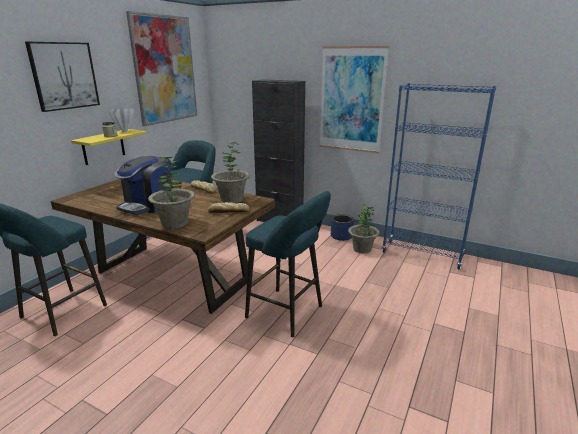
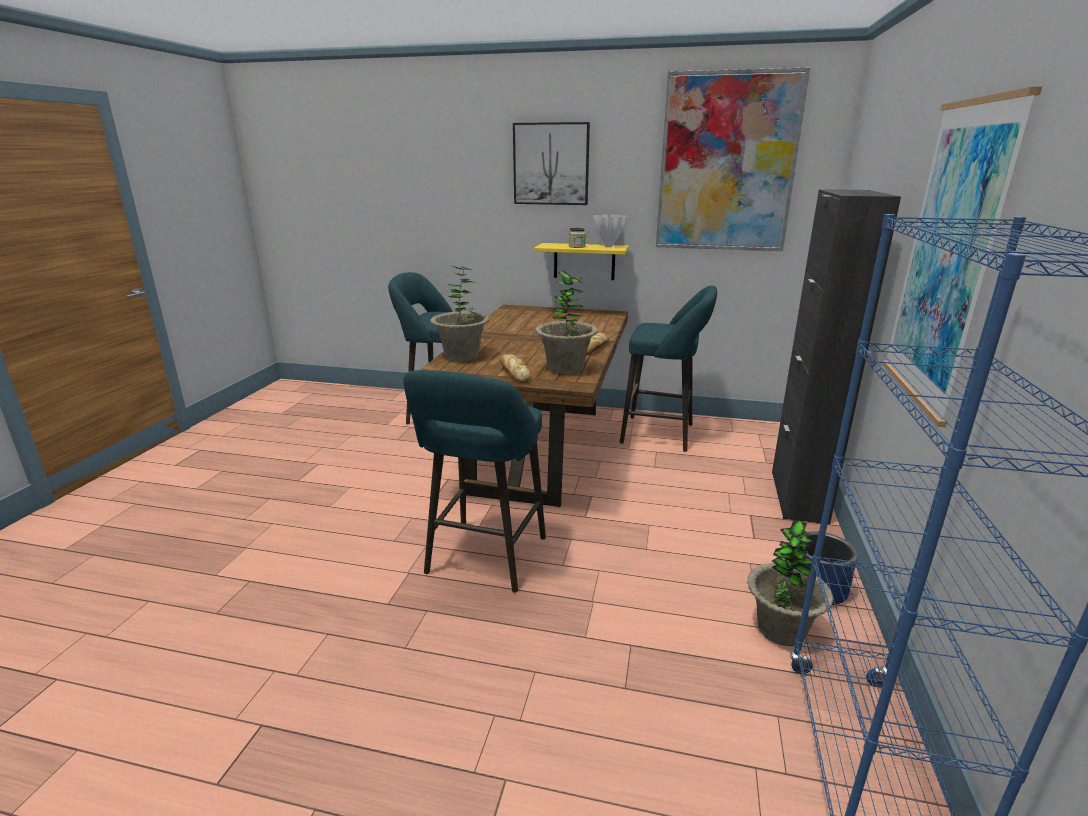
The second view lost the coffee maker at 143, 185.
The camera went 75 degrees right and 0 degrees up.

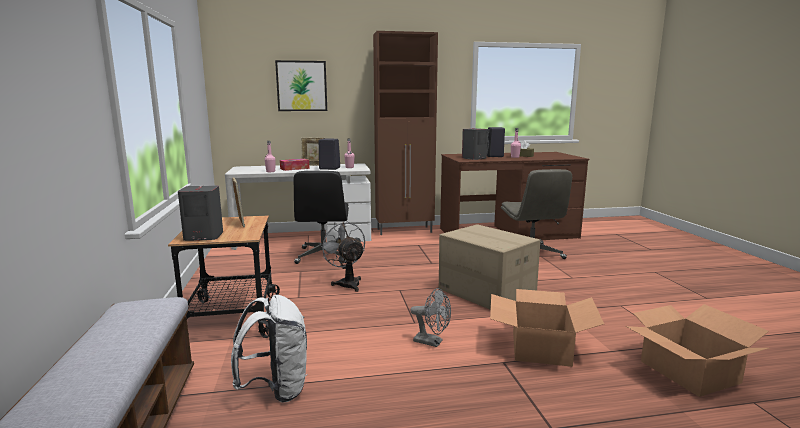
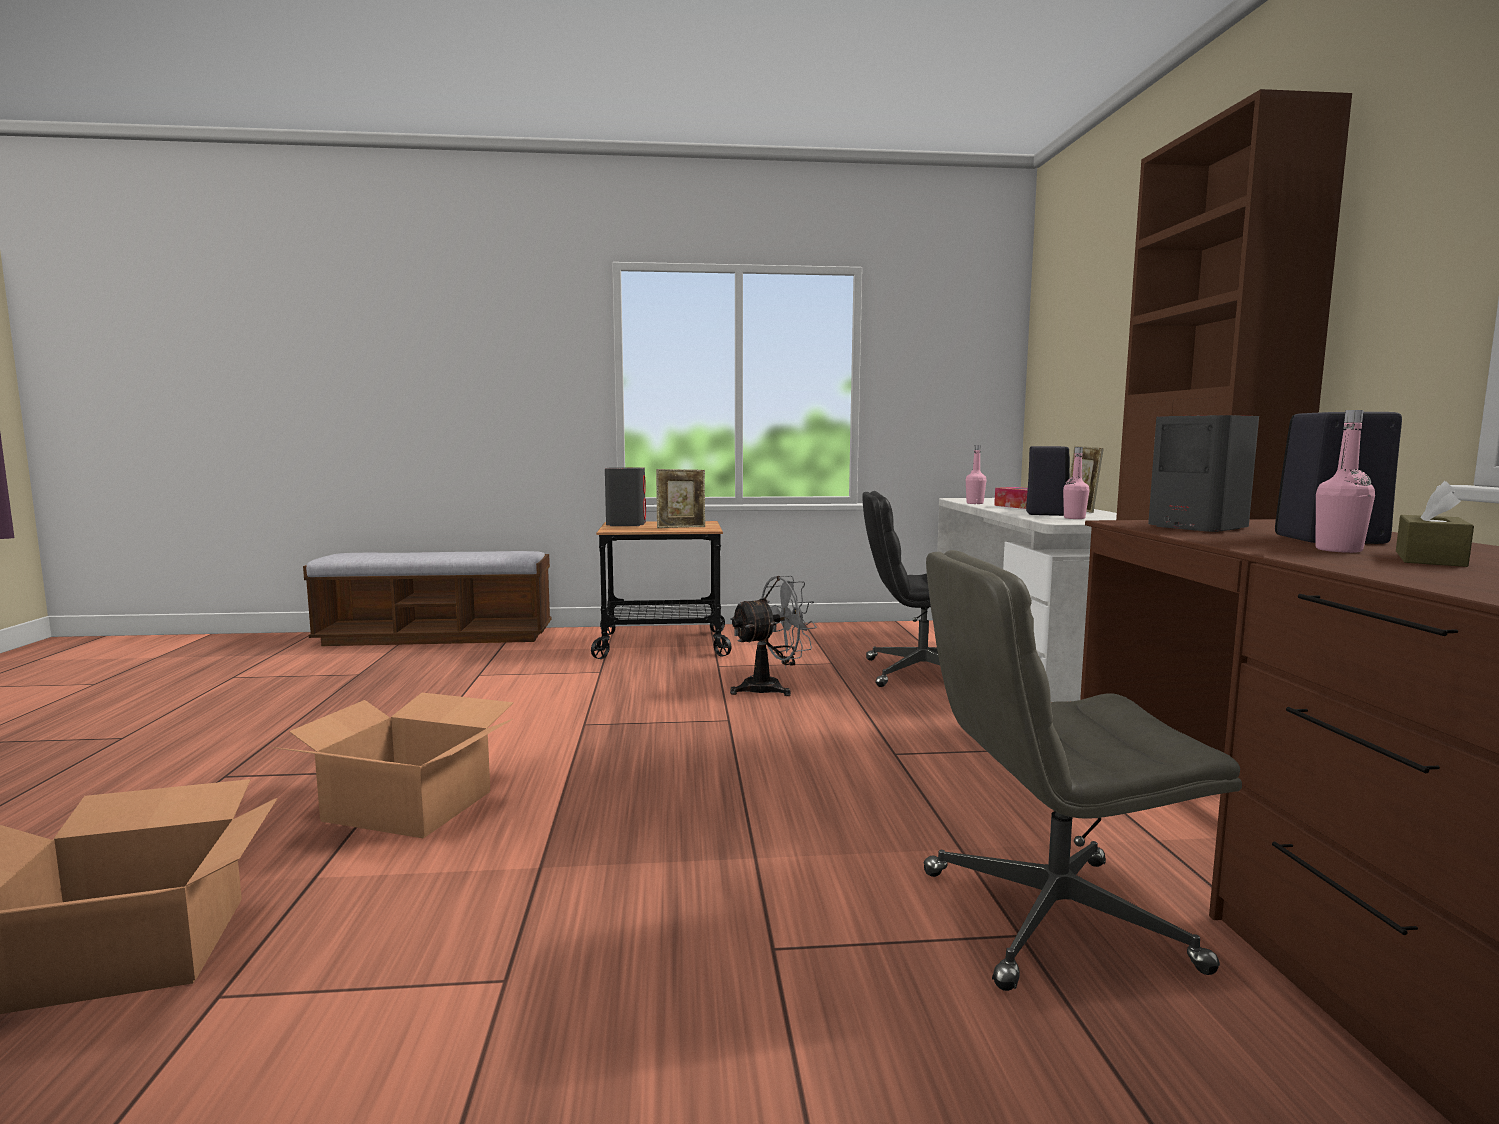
The second view lost the white backpack at 269, 349.
The second view lost the wall art at 301, 85.
The second view lost the gray electric fan at 430, 317.
The second view lost the packing box at 489, 267.
The camera went 95 degrees right and 5 degrees down.

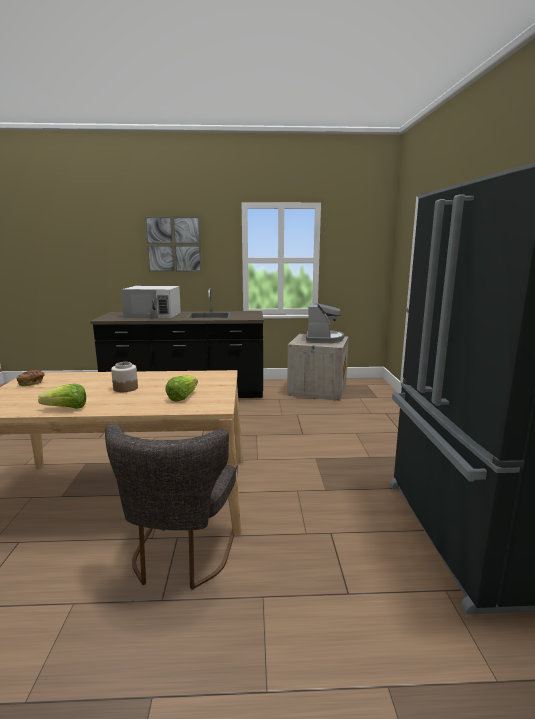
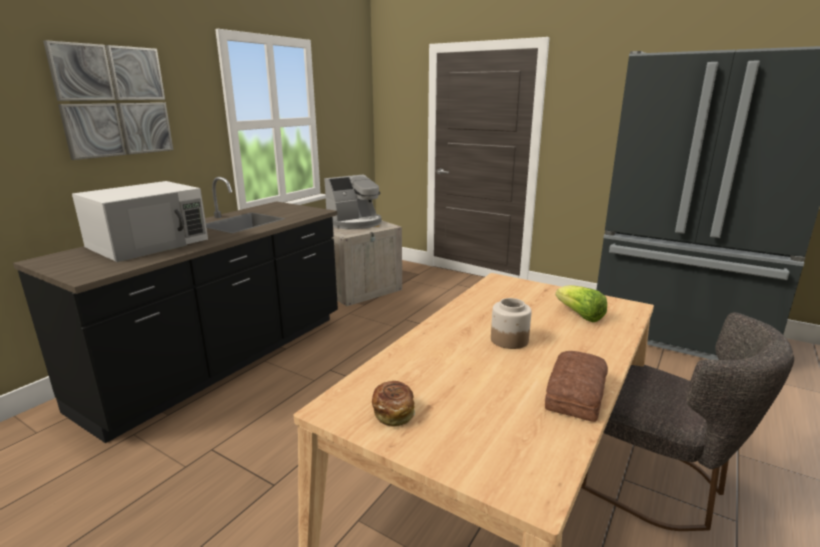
Where the head of lettuce stood at 62, 396, the bread came to stand at 576, 386.
The coffee maker at 325, 322 ended up facing another way, 105 degrees clockwise from before.
The camera went 55 degrees left and 5 degrees up.

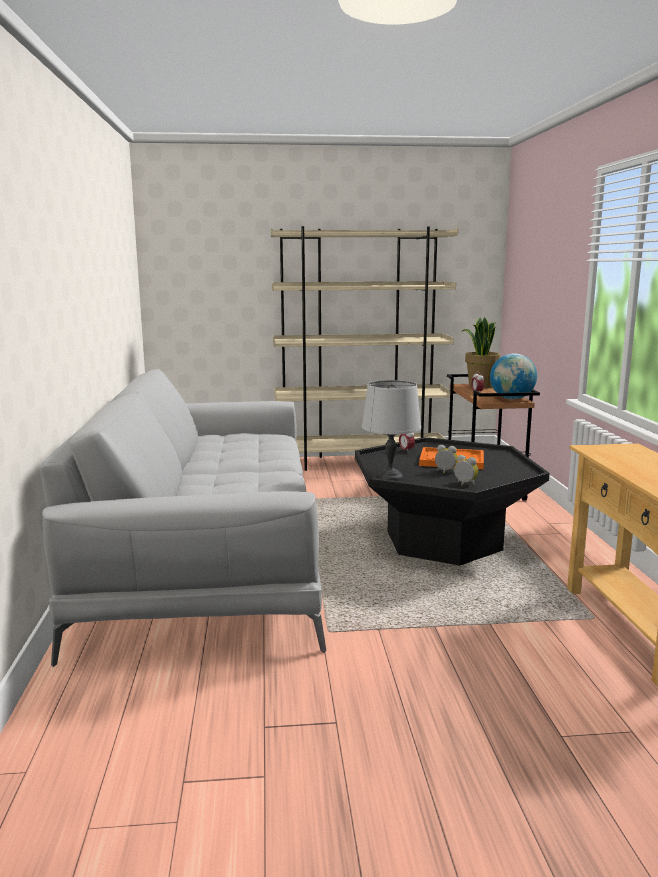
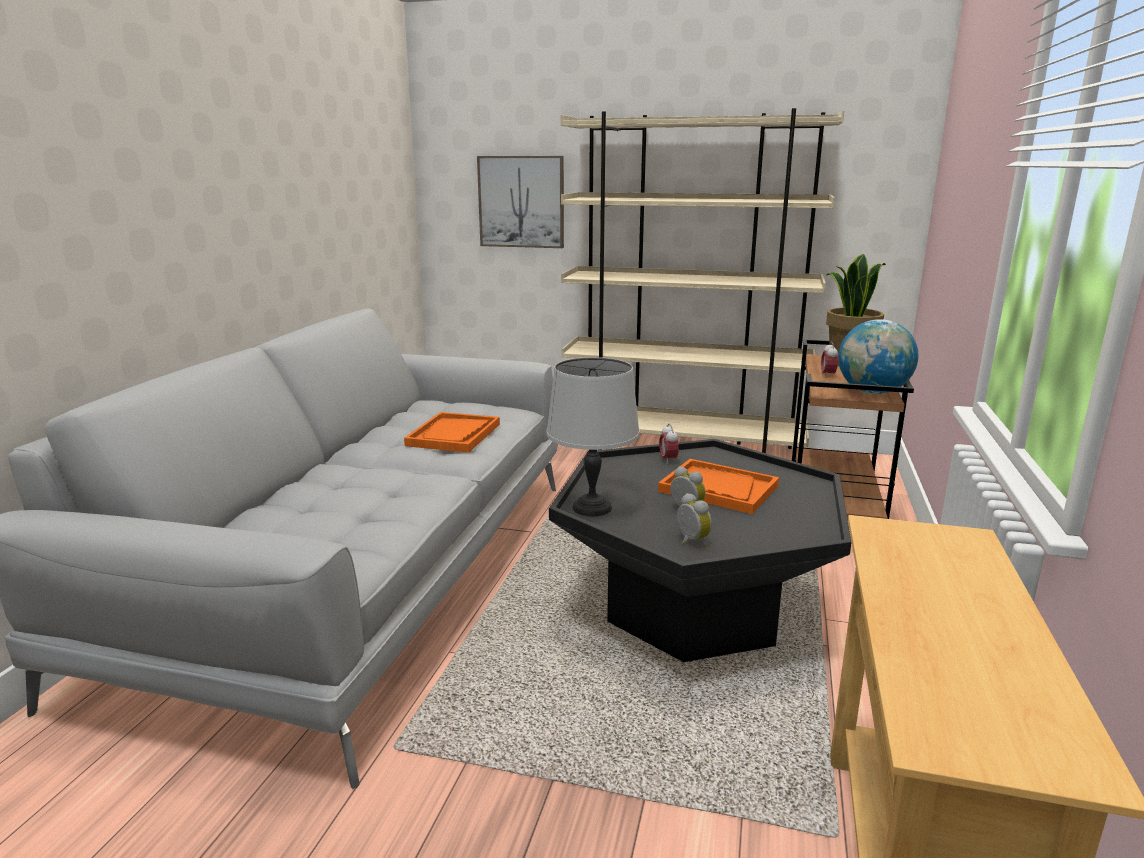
The second view gained the orange serving tray at 452, 432.
The second view gained the wall art at 520, 202.
The camera went 20 degrees right and 5 degrees up.

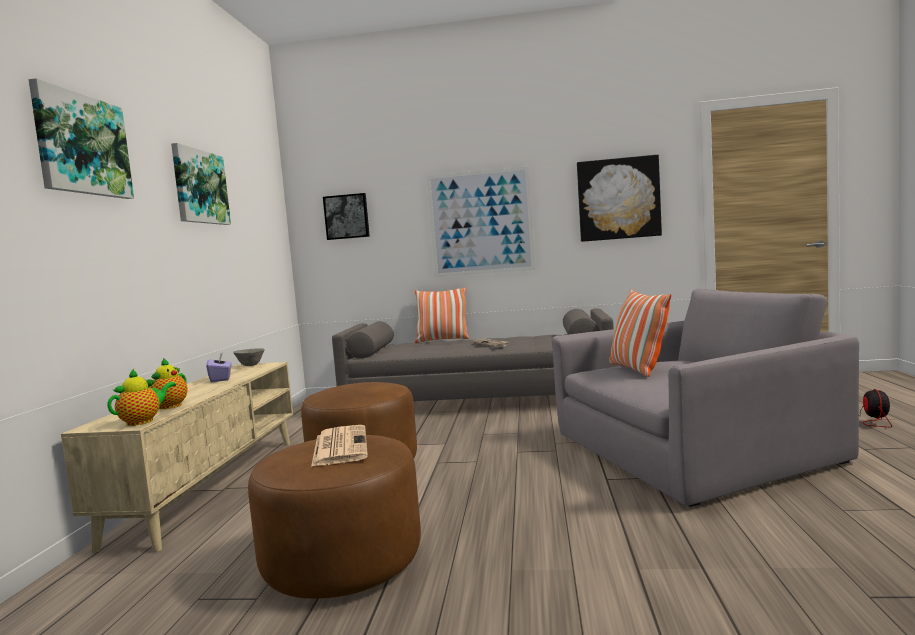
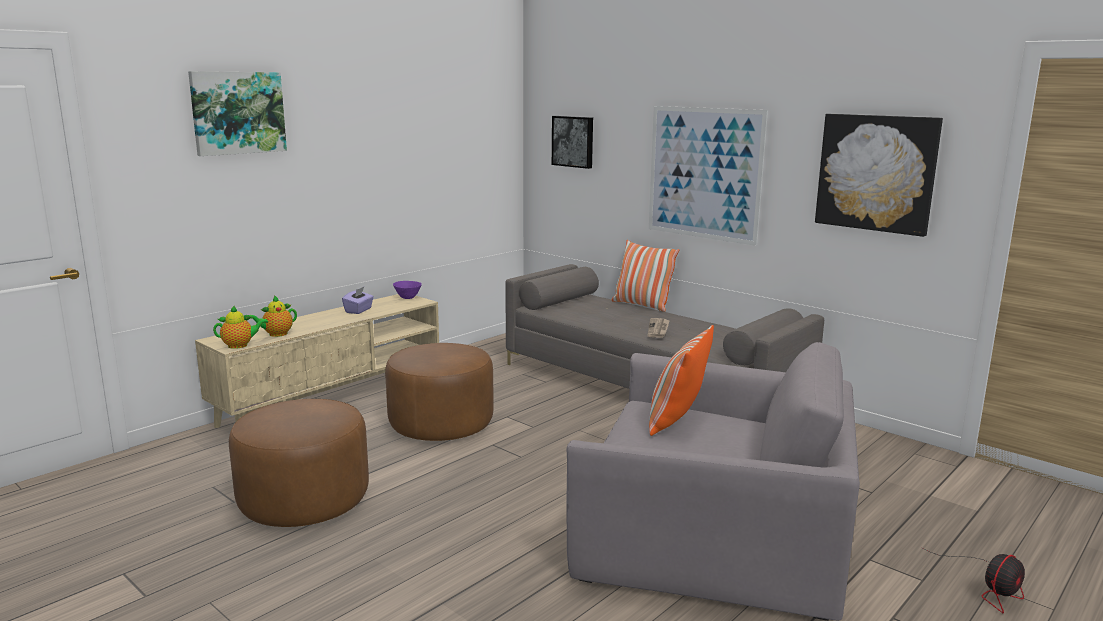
The second view lost the wall art at 201, 184.
What was the gray serving bowl at 248, 357 turned into the purple-coloured serving bowl at 407, 290.
The second view lost the printed paper at 339, 446.
The camera went 35 degrees right and 10 degrees up.

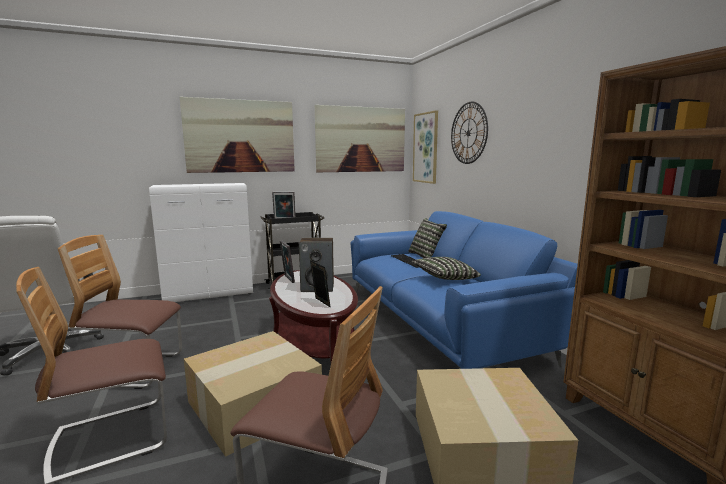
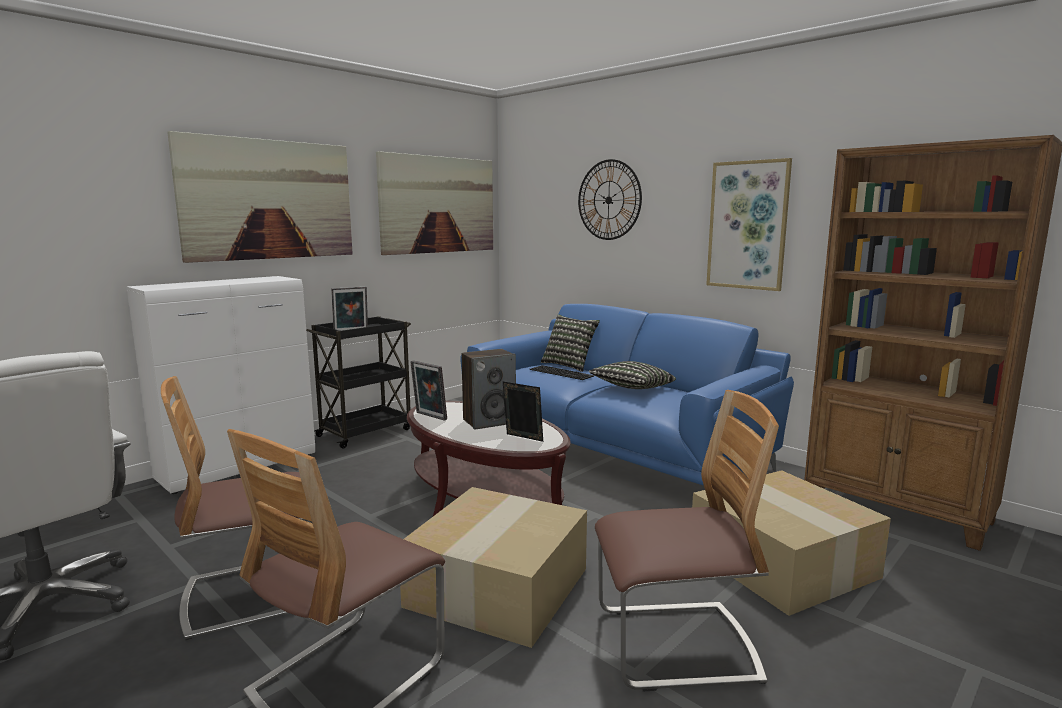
The wall art ended up elsewhere, having gone from 425, 147 to 749, 224.
The camera went 25 degrees left and 0 degrees up.

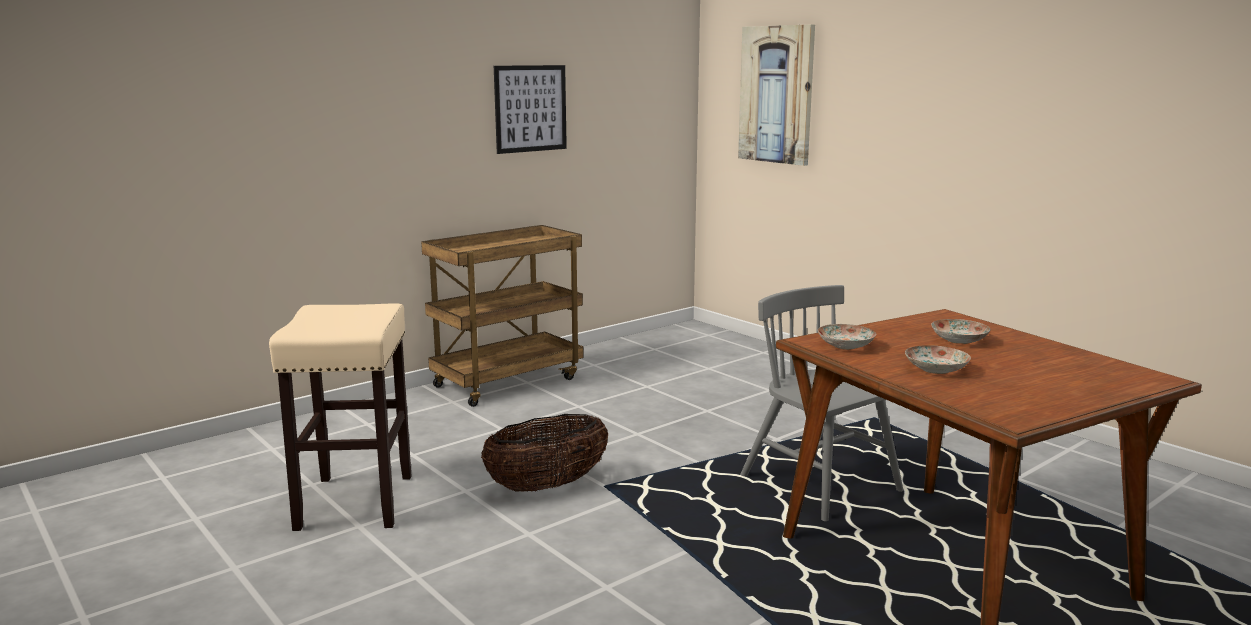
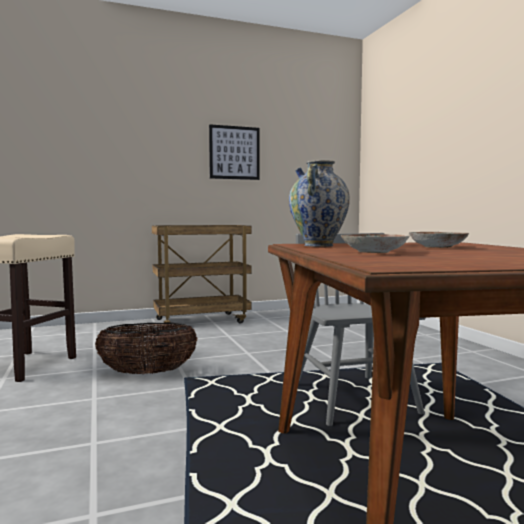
The second view lost the wall art at 776, 95.
Where the flat dish stood at 847, 337, the flower vase came to stand at 319, 203.
The camera went 20 degrees right and 10 degrees down.

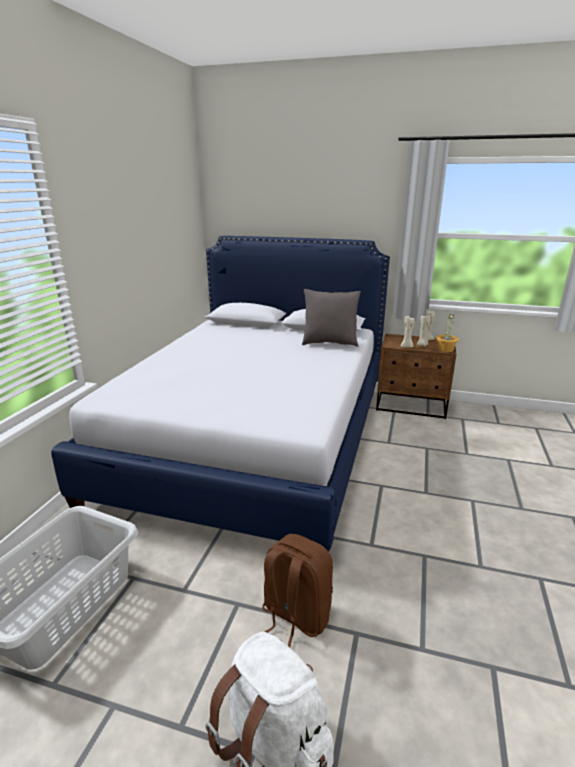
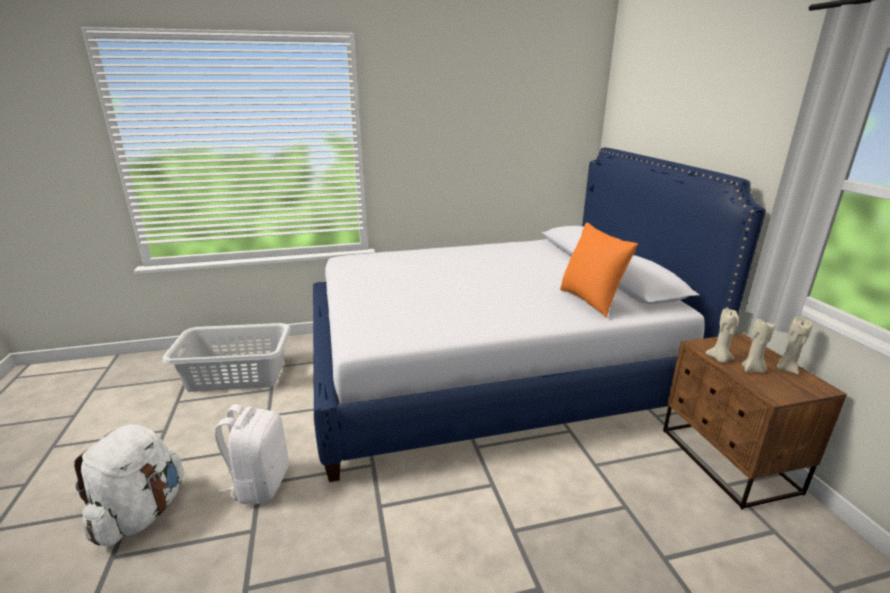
What was the brown-coloured backpack at 297, 590 turned into the white backpack at 252, 454.
What was the gray cushion at 331, 318 turned into the orange cushion at 599, 270.
The second view lost the potted plant at 447, 333.
The camera went 60 degrees right and 0 degrees up.

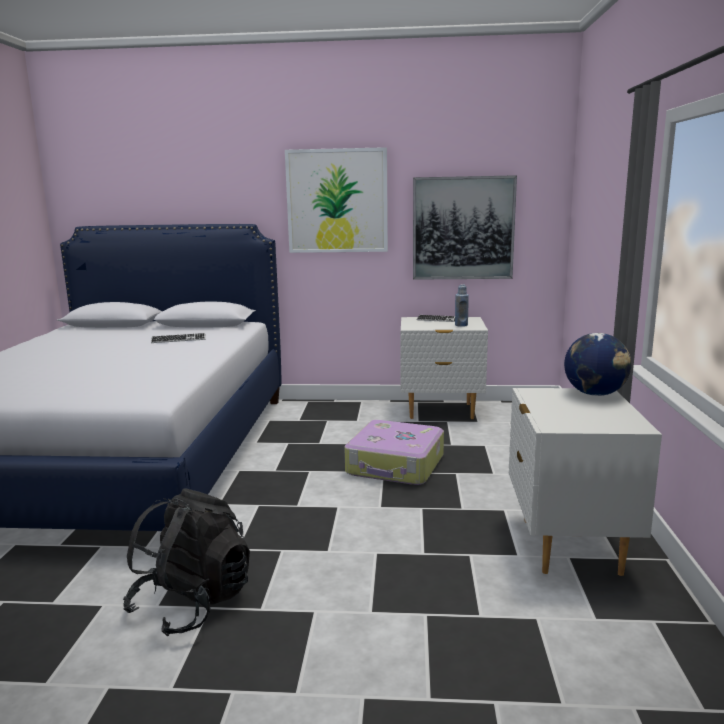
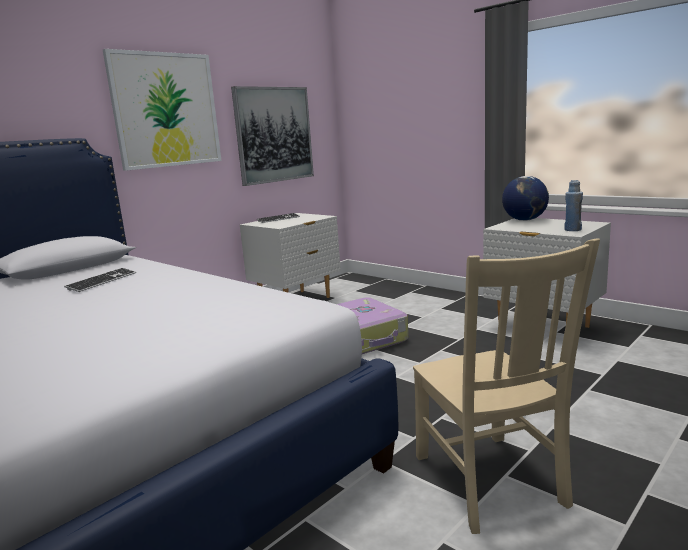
Where the black-coloured backpack stood at 186, 562, the sand-coloured upright chair came to stand at 506, 386.
The blue bottle ended up elsewhere, having gone from 462, 305 to 573, 205.
The camera went 50 degrees left and 0 degrees up.

